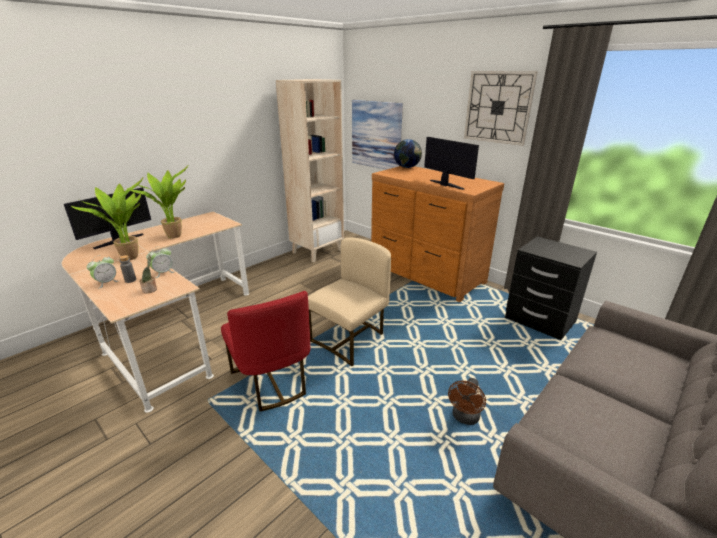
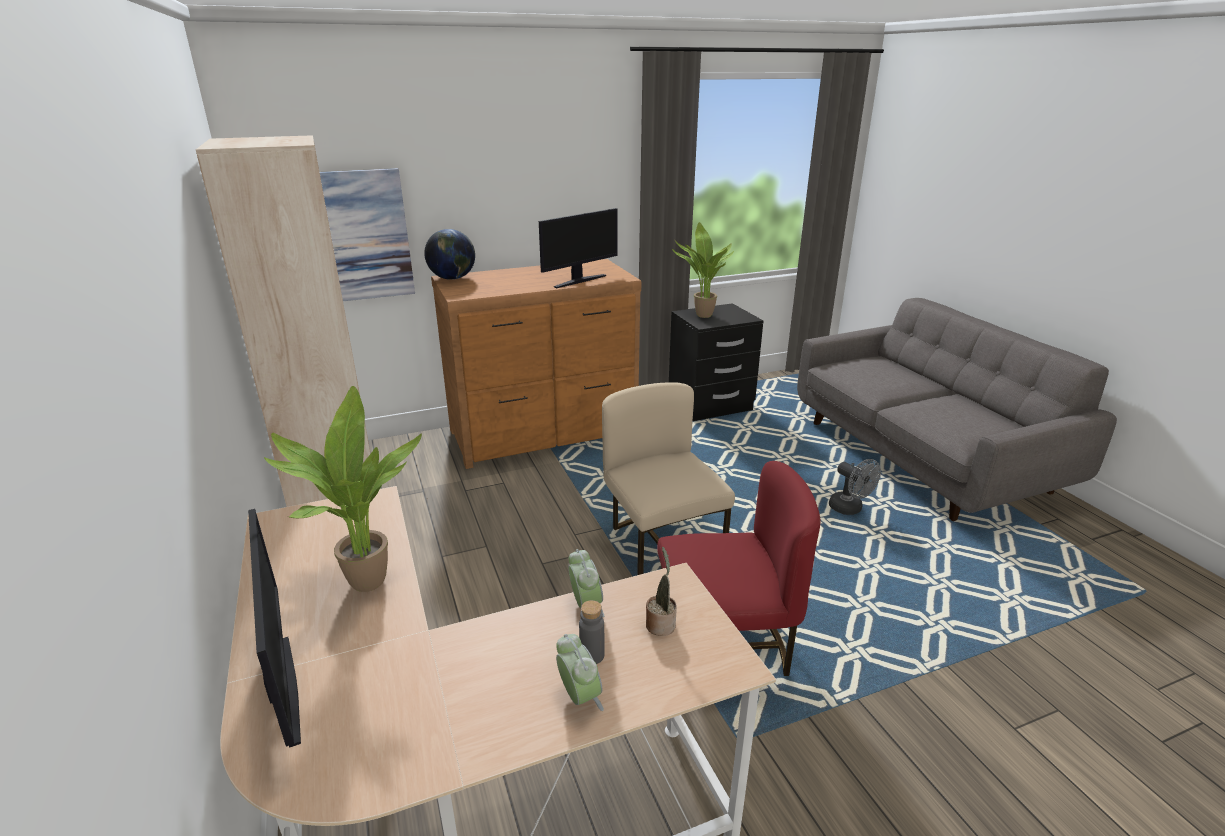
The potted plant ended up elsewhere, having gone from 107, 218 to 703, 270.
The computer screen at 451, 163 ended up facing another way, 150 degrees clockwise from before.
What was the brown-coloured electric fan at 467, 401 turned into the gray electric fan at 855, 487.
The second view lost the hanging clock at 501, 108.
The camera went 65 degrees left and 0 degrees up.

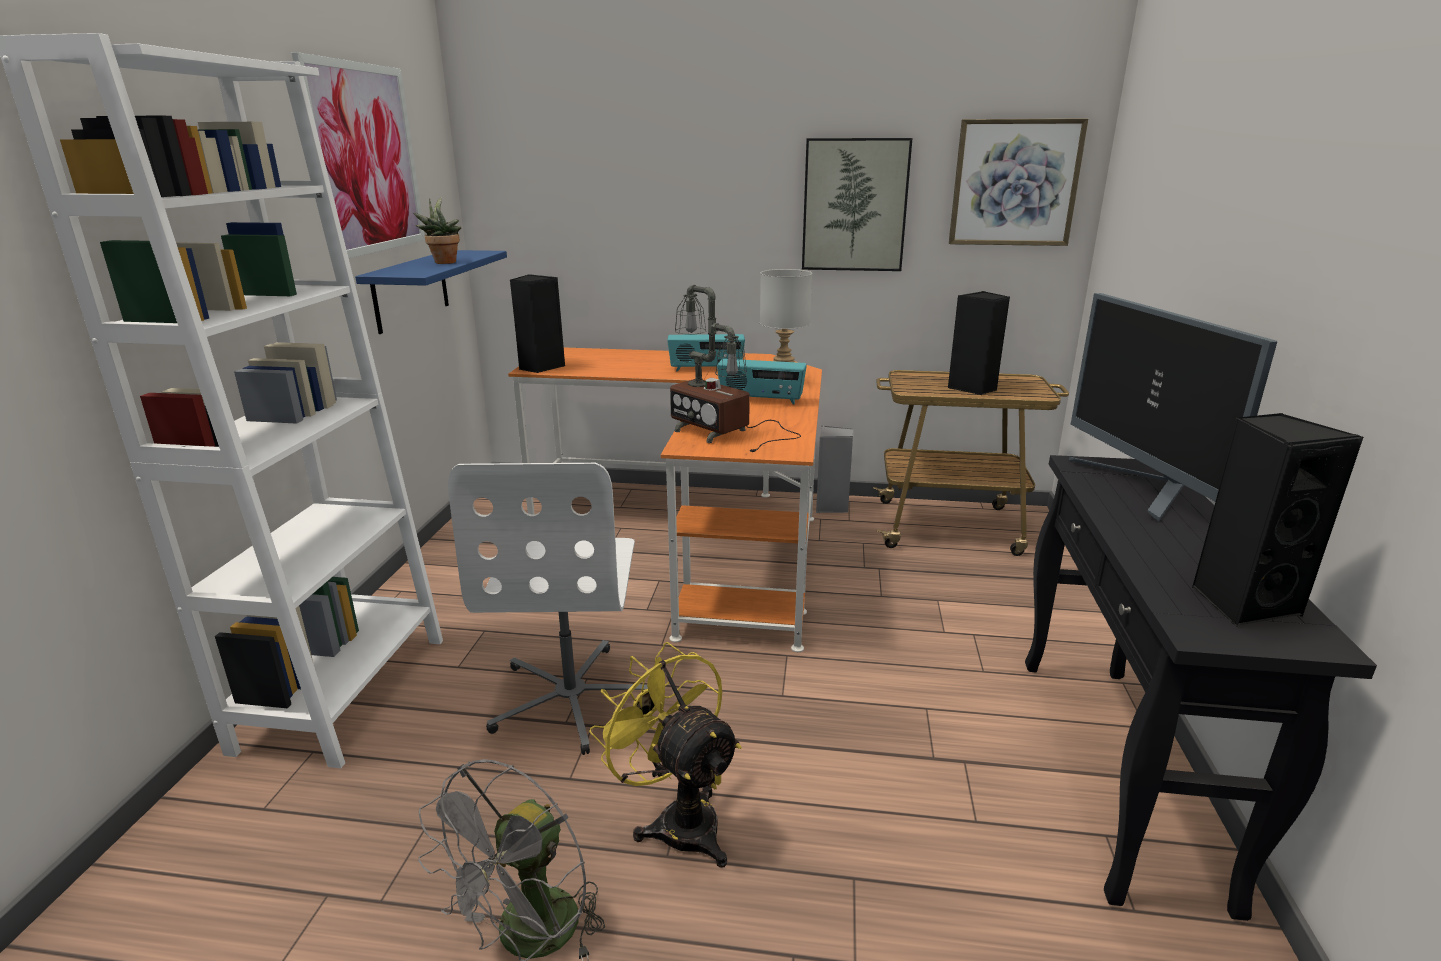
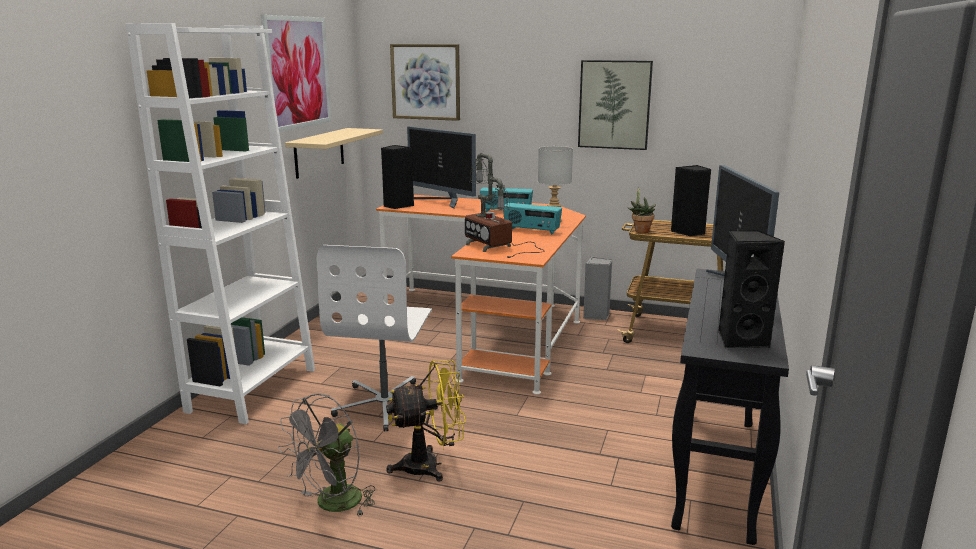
What was the blue shelf at 431, 292 turned into the sand-coloured shelf at 334, 153.
The potted plant ended up elsewhere, having gone from 437, 230 to 641, 210.
The yellowish electric fan at 665, 755 ended up facing another way, 105 degrees clockwise from before.
The wall art ended up elsewhere, having gone from 1018, 182 to 425, 82.
The second view gained the computer screen at 441, 167.
The camera went 10 degrees right and 5 degrees down.

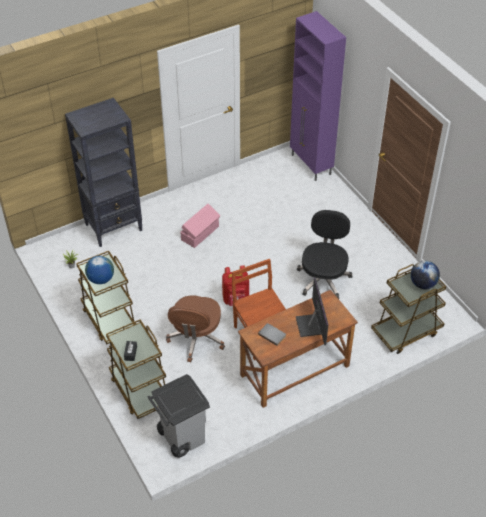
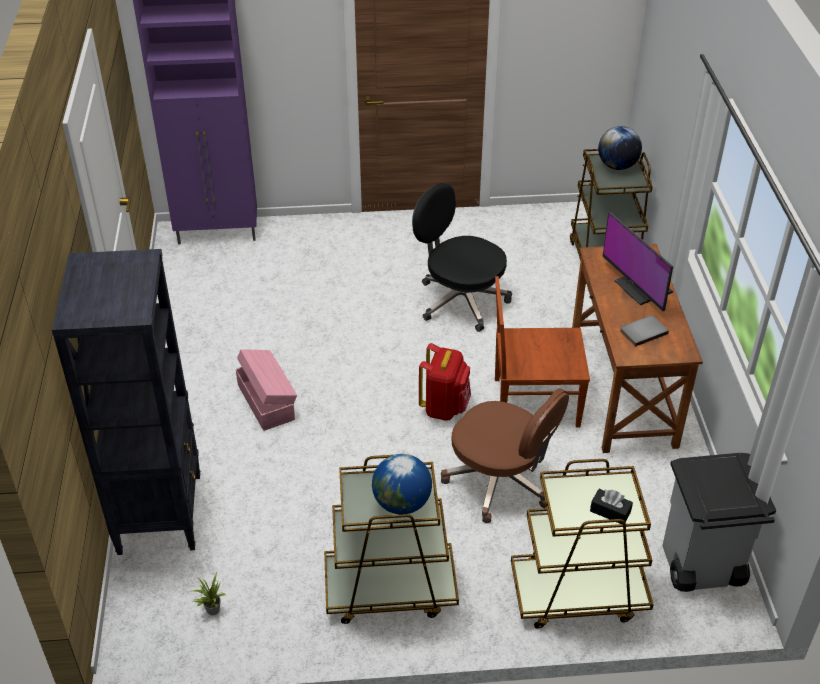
The computer screen at 312, 311 ended up facing another way, 135 degrees counterclockwise from before.
The camera went 65 degrees left and 5 degrees down.

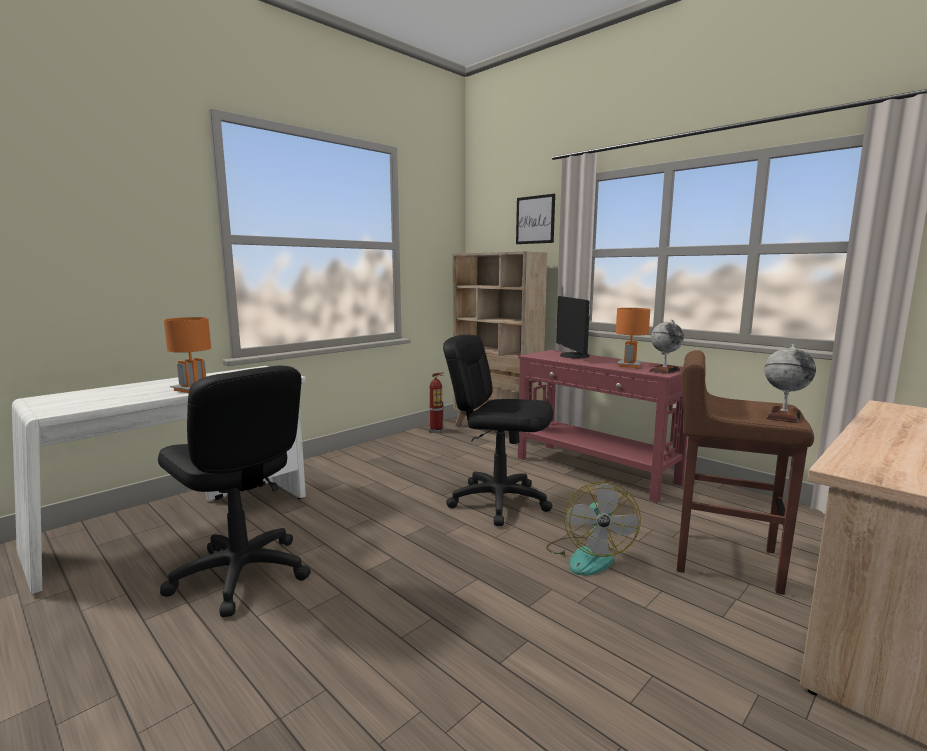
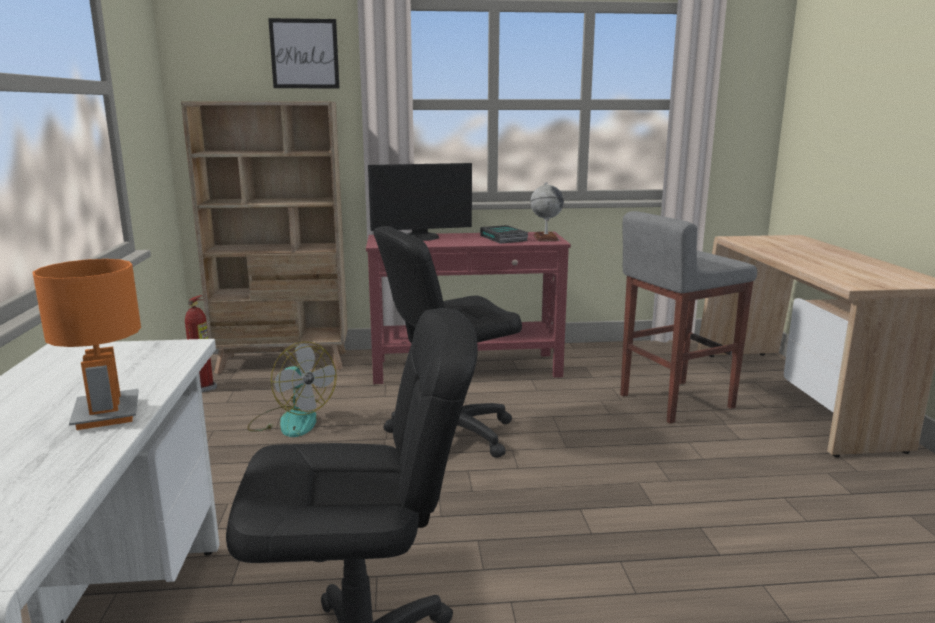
The electric fan ended up elsewhere, having gone from 593, 528 to 292, 389.
The computer screen at 573, 327 ended up facing another way, 45 degrees counterclockwise from before.
Where the orange tabletop lamp stood at 633, 338, the book came to stand at 504, 234.
What was the brown-coloured sitting stool at 745, 472 turned into the gray sitting stool at 688, 317.
The second view lost the world globe at 790, 383.
The camera went 50 degrees left and 5 degrees up.

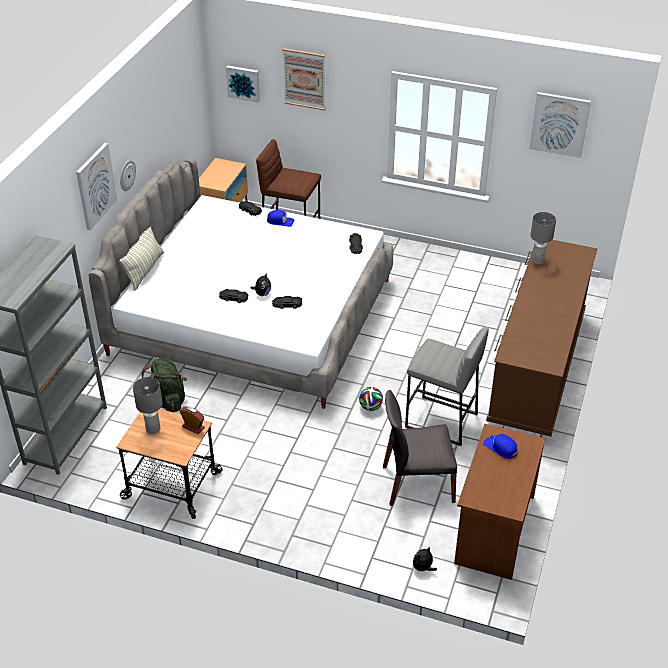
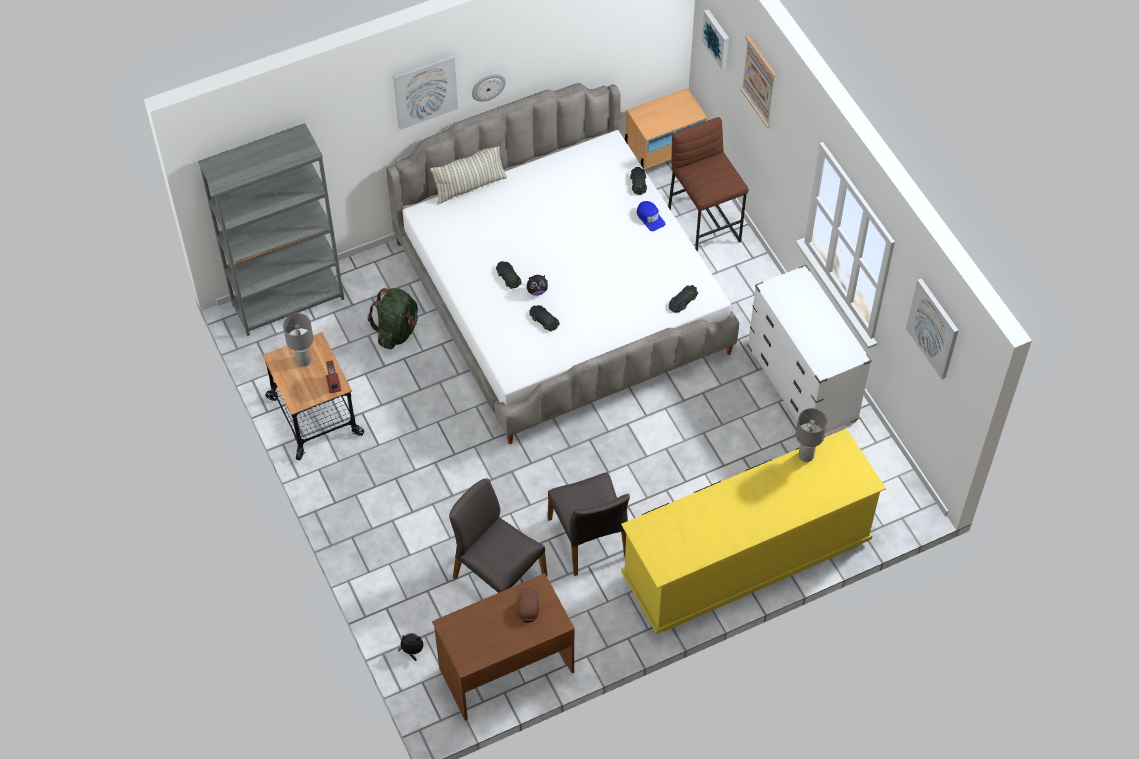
The second view lost the football at 371, 399.
Where the gray sitting stool stood at 447, 386, the gray upright chair came to stand at 588, 524.
What was the blue cap at 500, 446 turned into the brown-coloured cap at 528, 604.
What was the brown-coloured chest of drawers at 541, 338 turned into the yellowish chest of drawers at 753, 531.
The second view gained the white chest of drawers at 810, 349.
The camera went 45 degrees right and 15 degrees up.

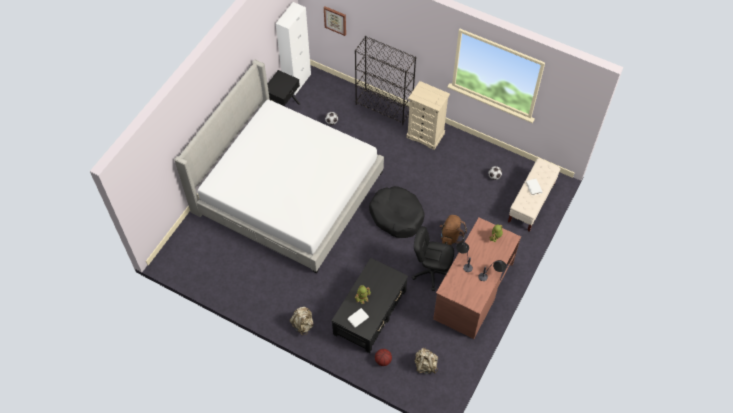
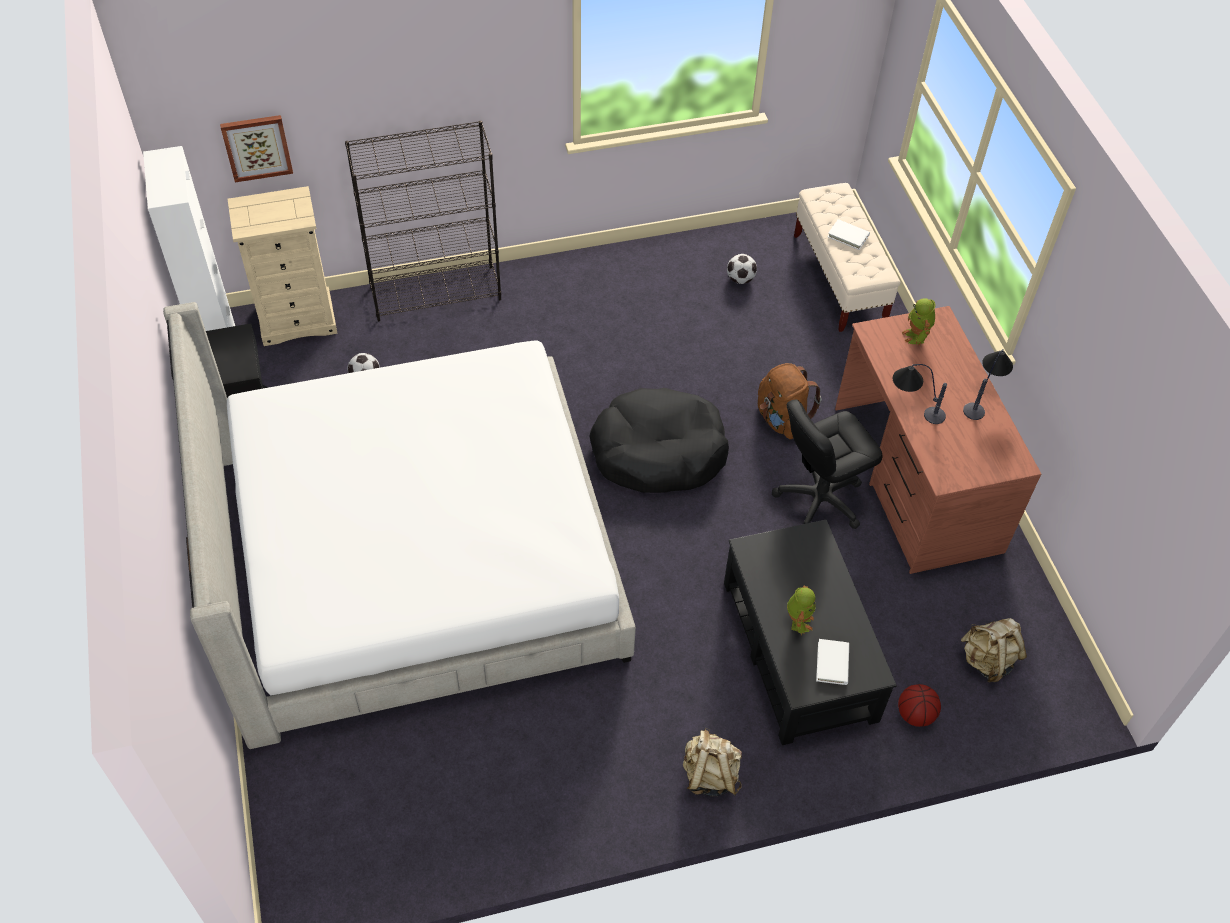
The sand-coloured chest of drawers ended up elsewhere, having gone from 428, 115 to 282, 266.
The camera went 45 degrees left and 5 degrees down.

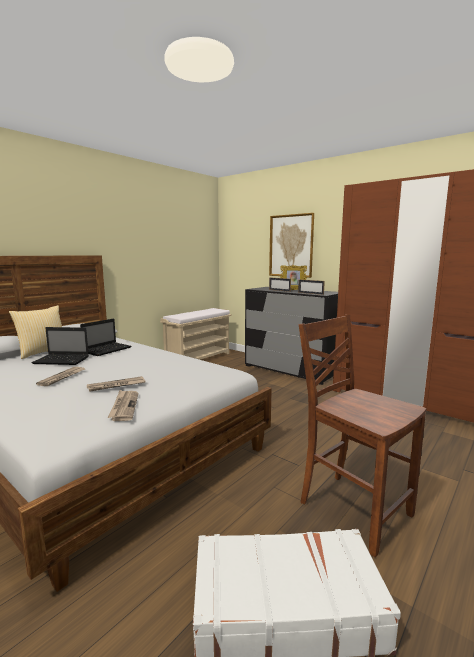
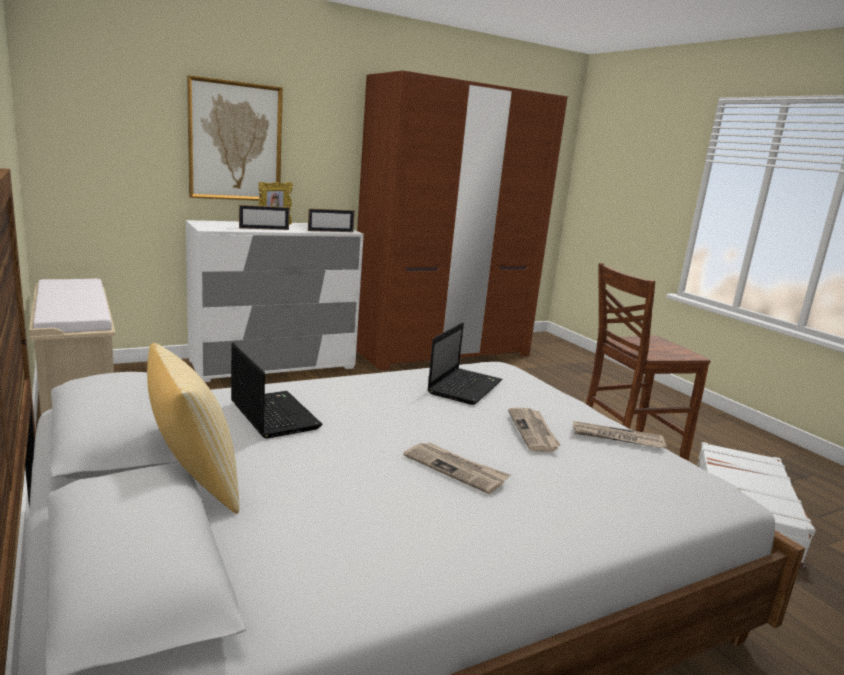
The laptop ended up elsewhere, having gone from 60, 346 to 464, 363.
What was the black-coloured chest of drawers at 291, 336 turned into the white chest of drawers at 275, 301.
The camera went 70 degrees left and 5 degrees up.

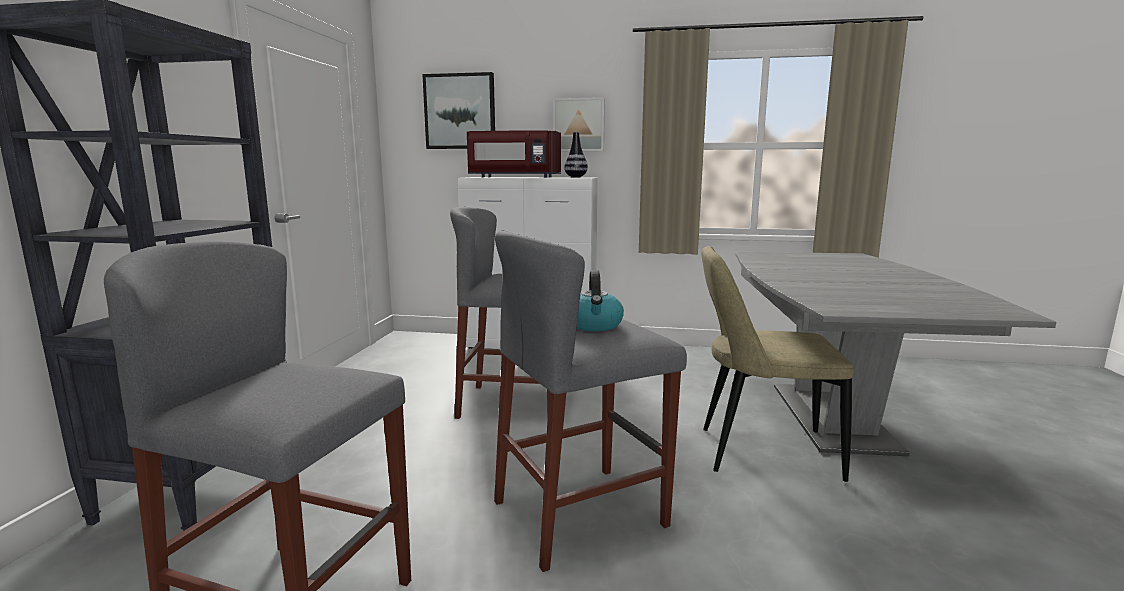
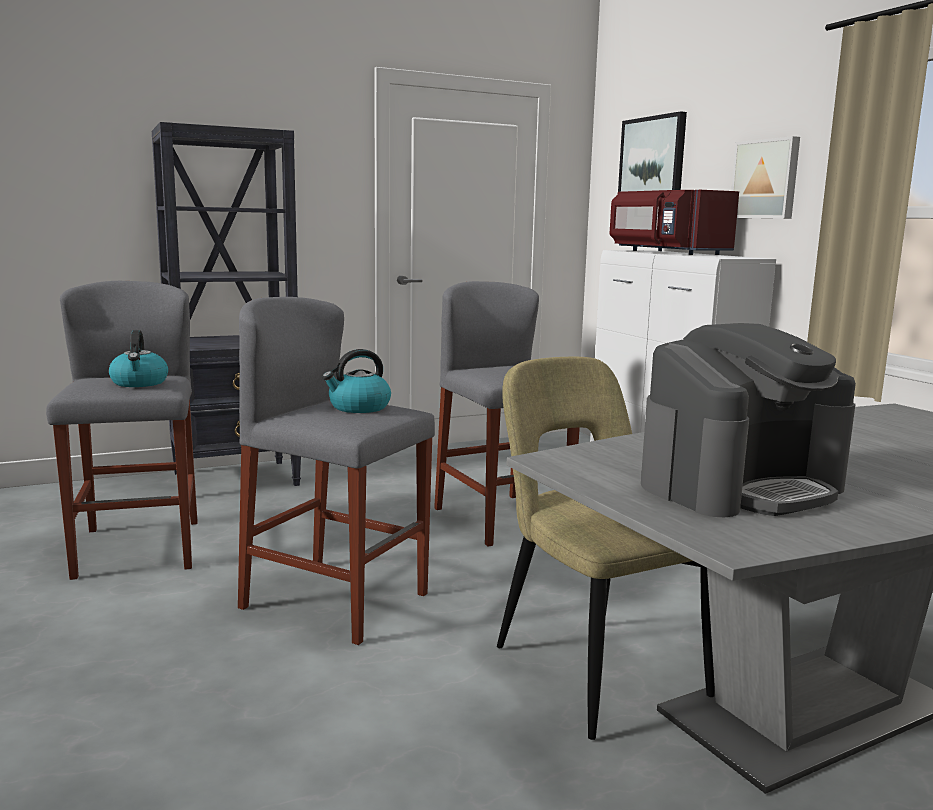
The second view lost the flower vase at 576, 155.
The second view gained the kettle at 138, 358.
The second view gained the coffee maker at 748, 420.
The camera went 55 degrees right and 0 degrees up.

